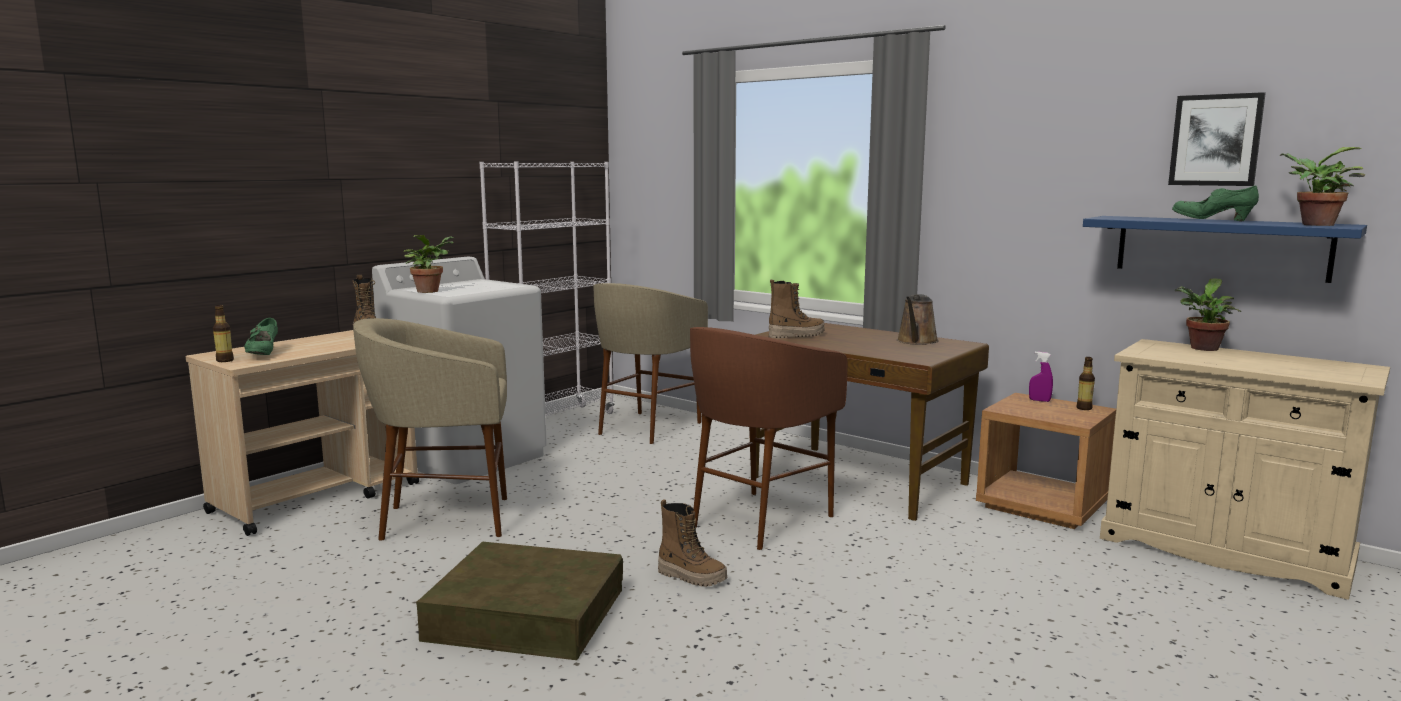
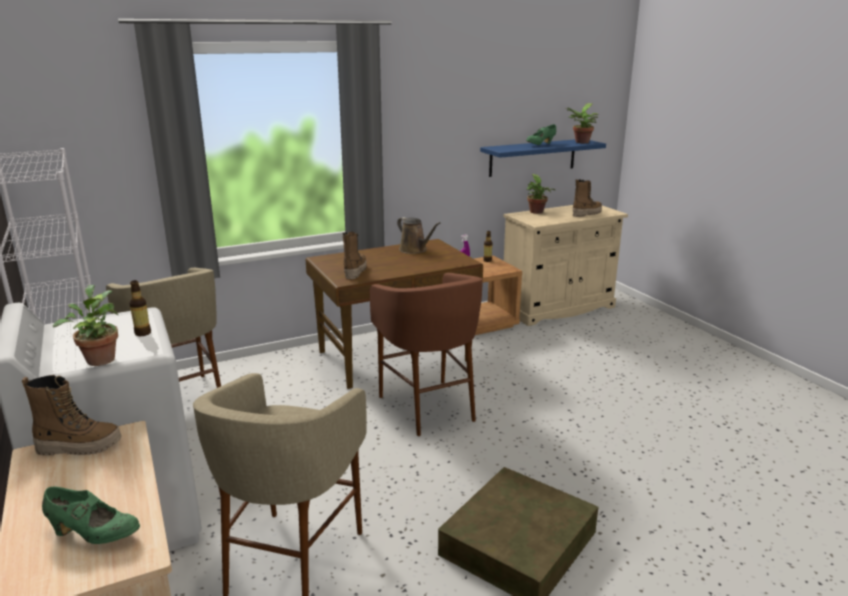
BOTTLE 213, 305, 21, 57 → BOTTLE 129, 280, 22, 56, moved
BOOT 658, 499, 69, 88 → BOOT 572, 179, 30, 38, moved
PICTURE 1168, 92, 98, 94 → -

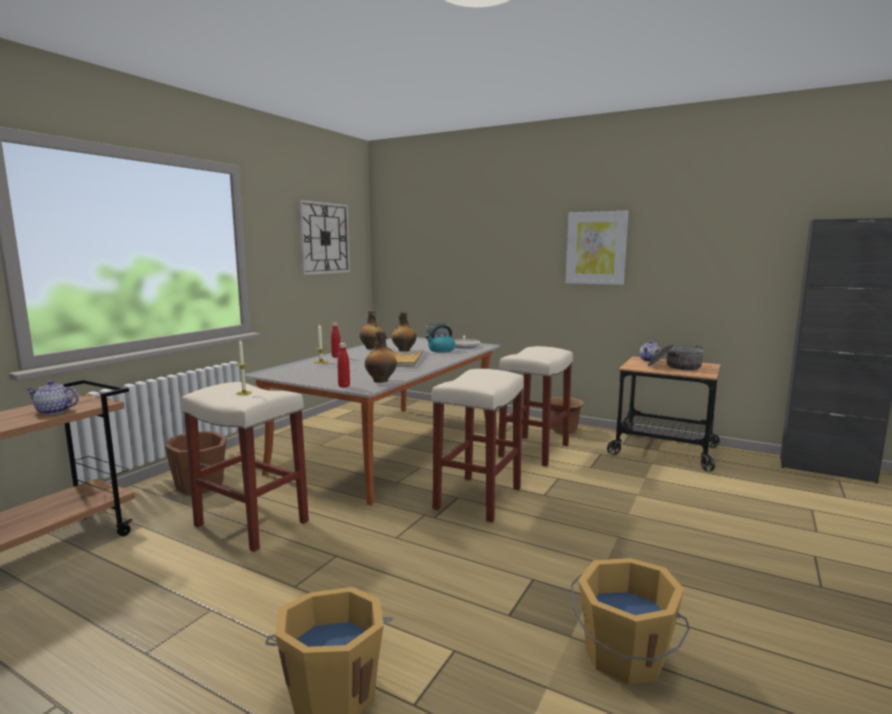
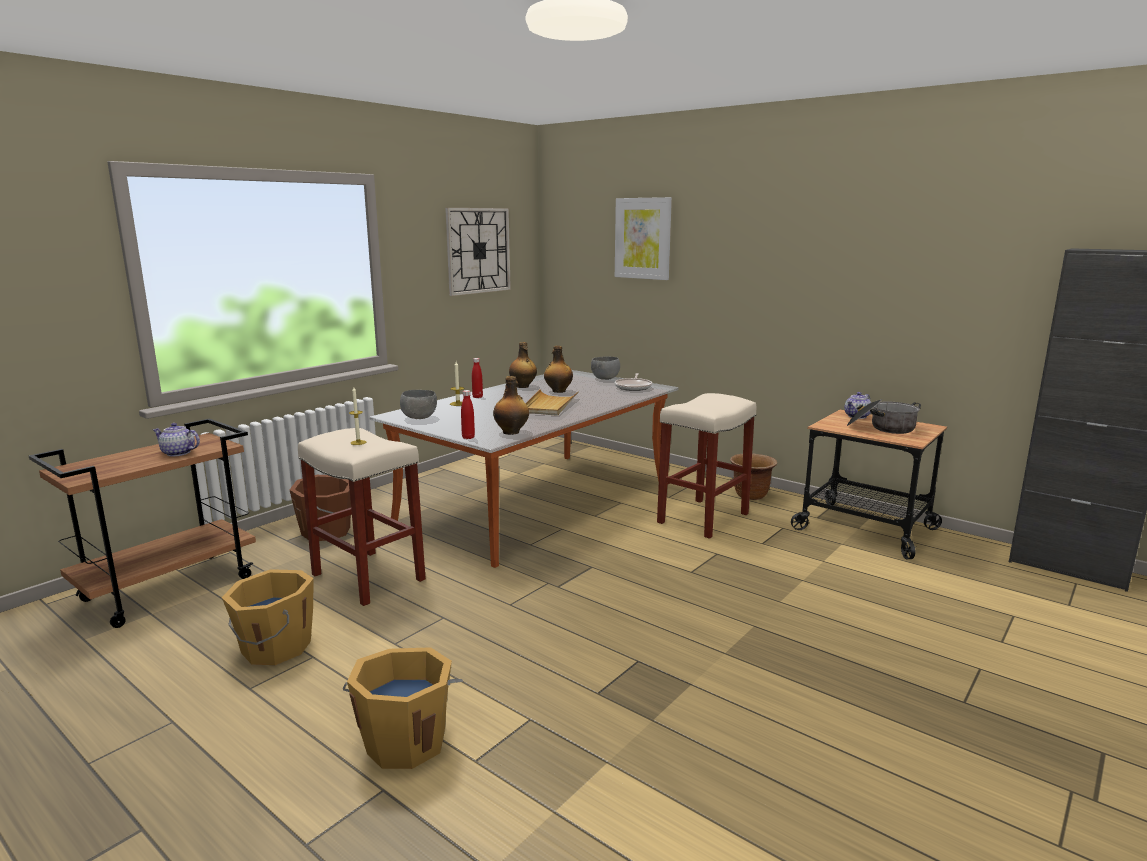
KETTLE 425, 325, 30, 28 → -
BEIGE STOOL 432, 369, 92, 154 → -
PICTURE 566, 211, 62, 74 → PICTURE 615, 197, 57, 83, moved
ORANGE BUCKET 571, 558, 119, 126 → ORANGE BUCKET 222, 569, 92, 96, moved
- → GREY BOWL 400, 390, 37, 29

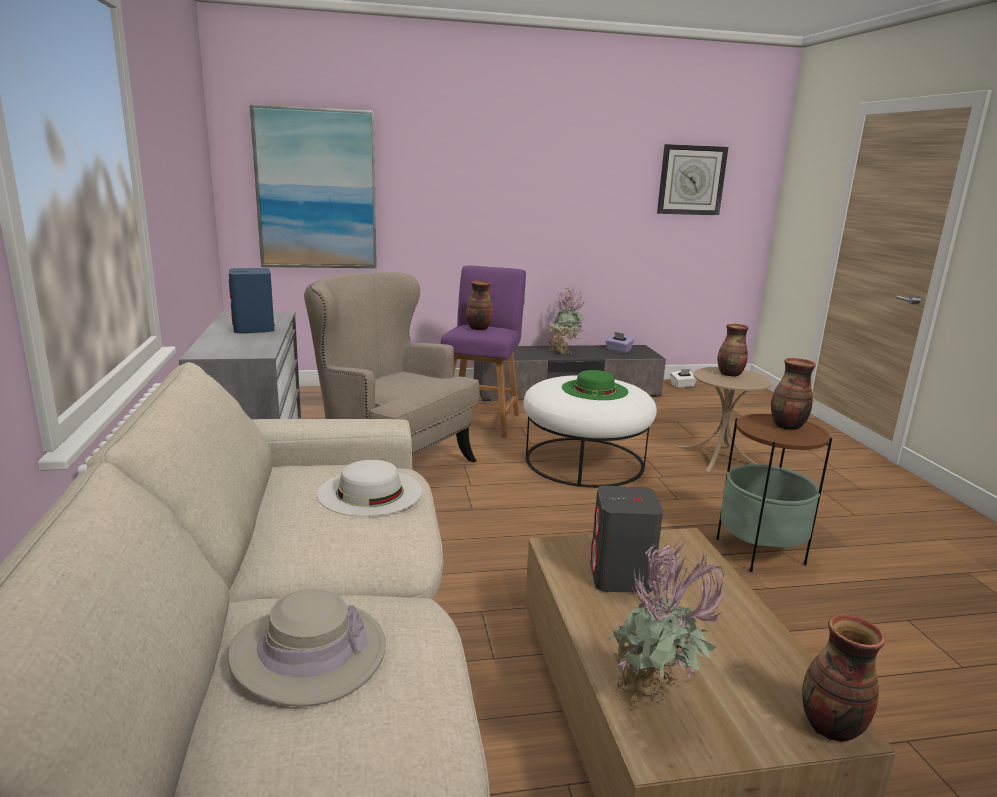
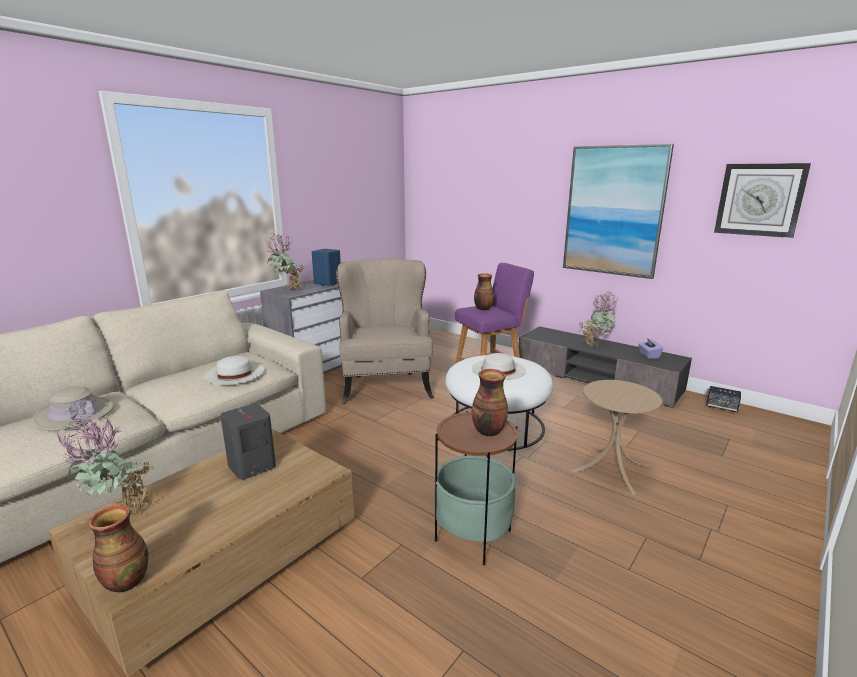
PICTURE 250, 104, 127, 164 → PICTURE 563, 144, 111, 135, moved
GREEN HAT 562, 370, 66, 30 → WHITE HAT 472, 353, 54, 27
WHITE TISSUE BOX 670, 369, 27, 19 → SPEAKER 706, 386, 35, 26
VASE 718, 324, 31, 53 → -
- → POTTED PLANT 265, 232, 40, 57

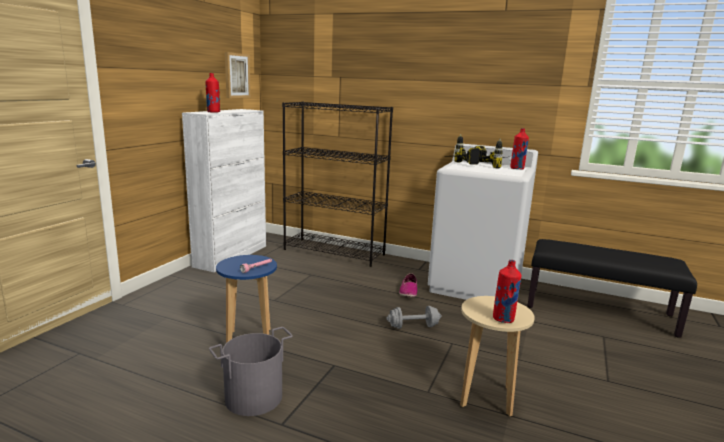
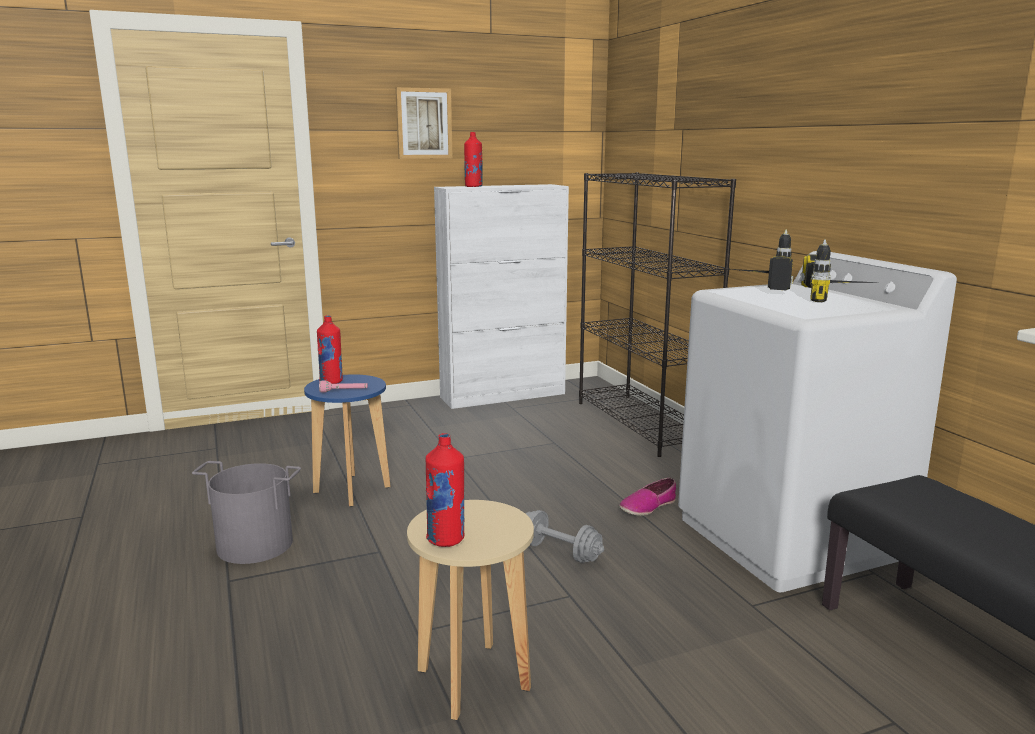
PICTURE 225, 52, 26, 46 → PICTURE 395, 87, 57, 72, moved
RED BOTTLE 510, 128, 19, 42 → RED BOTTLE 317, 315, 26, 69, moved

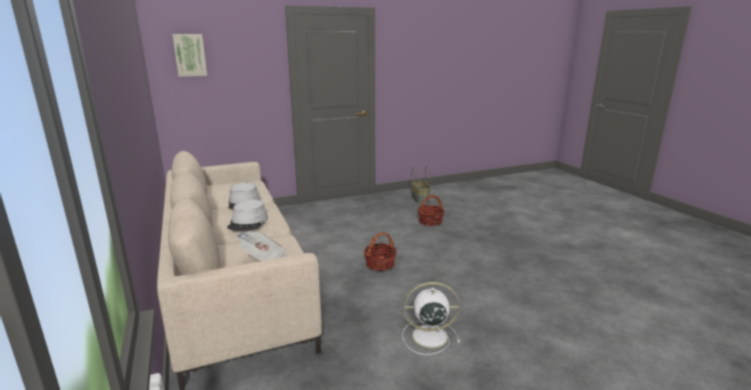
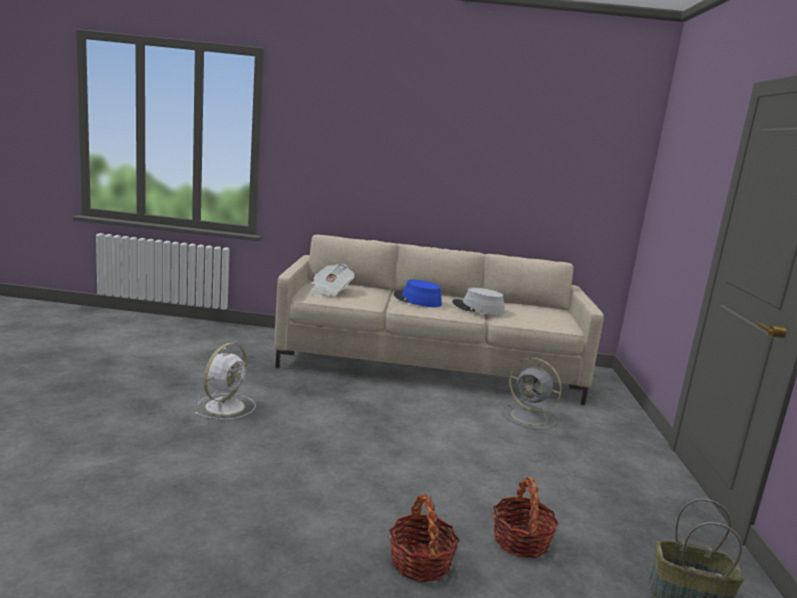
PICTURE 172, 34, 35, 43 → -
GREY HAT 227, 200, 41, 31 → BLUE HAT 394, 280, 48, 27
BASKET 364, 232, 33, 39 → BASKET 389, 494, 70, 88, moved
- → GREY FAN 502, 358, 60, 72

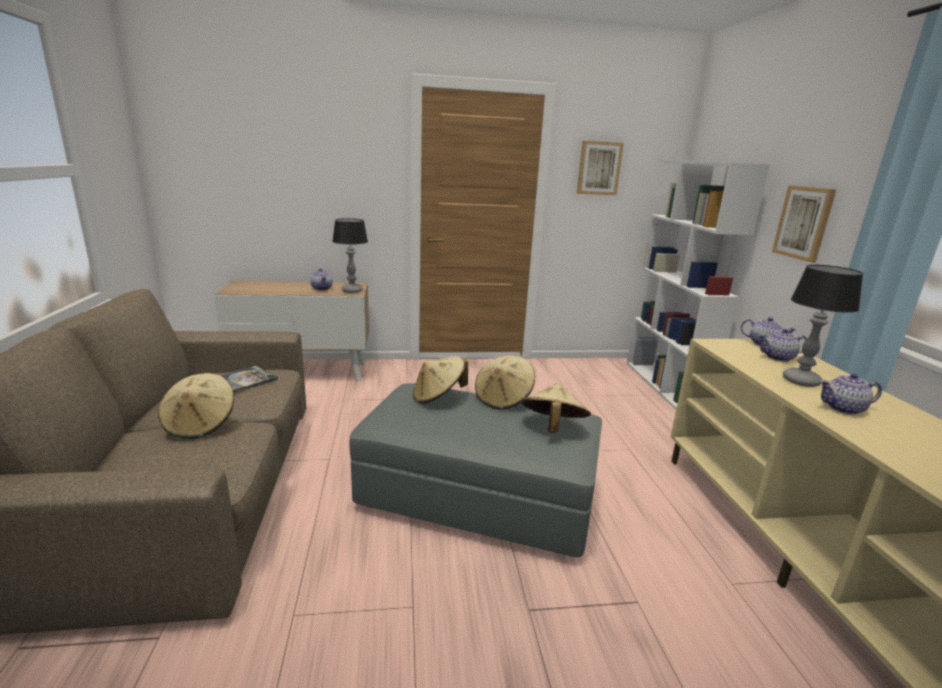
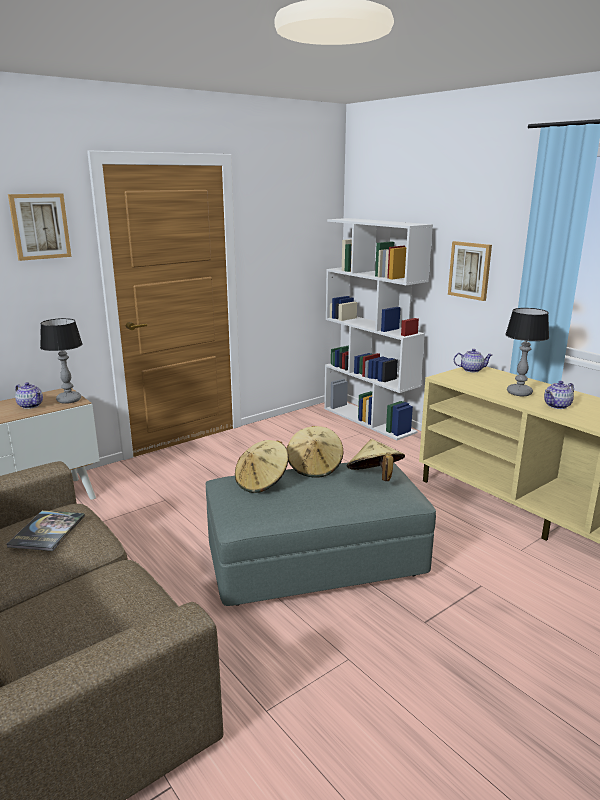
BEIGE HAT 158, 373, 76, 66 → -
PICTURE 577, 141, 47, 54 → PICTURE 8, 193, 63, 68, moved
TEAPOT 758, 329, 49, 33 → -

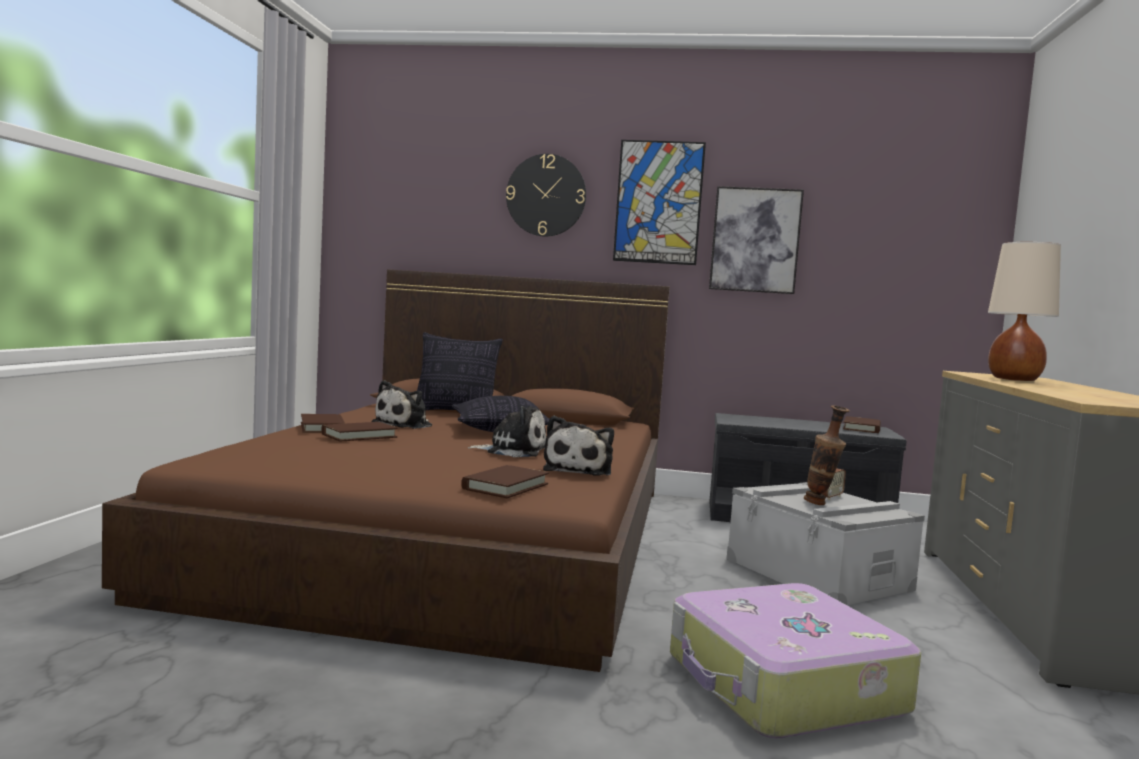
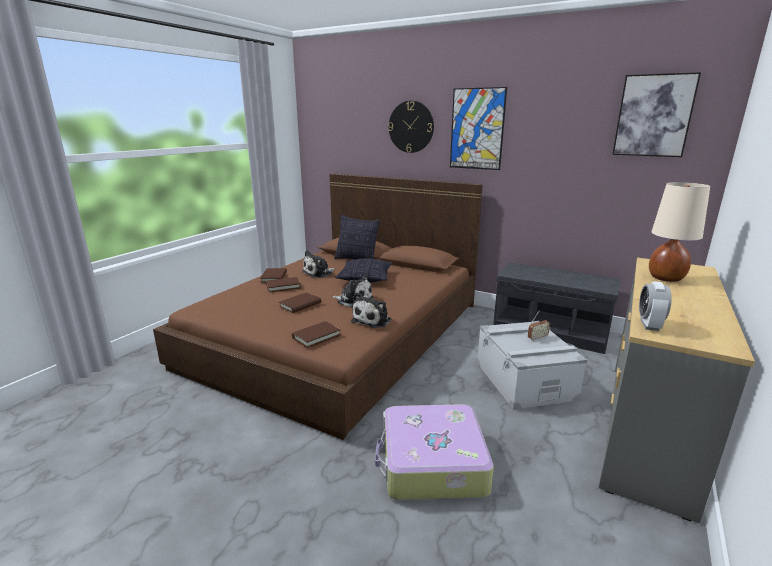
PICTURE 709, 186, 95, 108 → PICTURE 612, 72, 89, 85, moved
VASE 804, 405, 46, 100 → -
BROWN BOOK 843, 416, 38, 17 → BROWN BOOK 279, 292, 42, 21, moved
- → ALARM CLOCK 639, 281, 33, 50

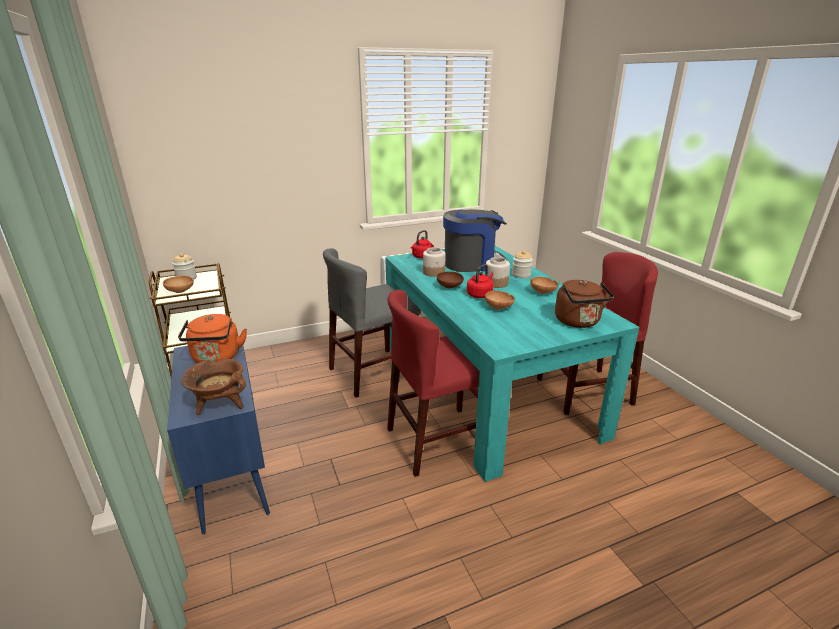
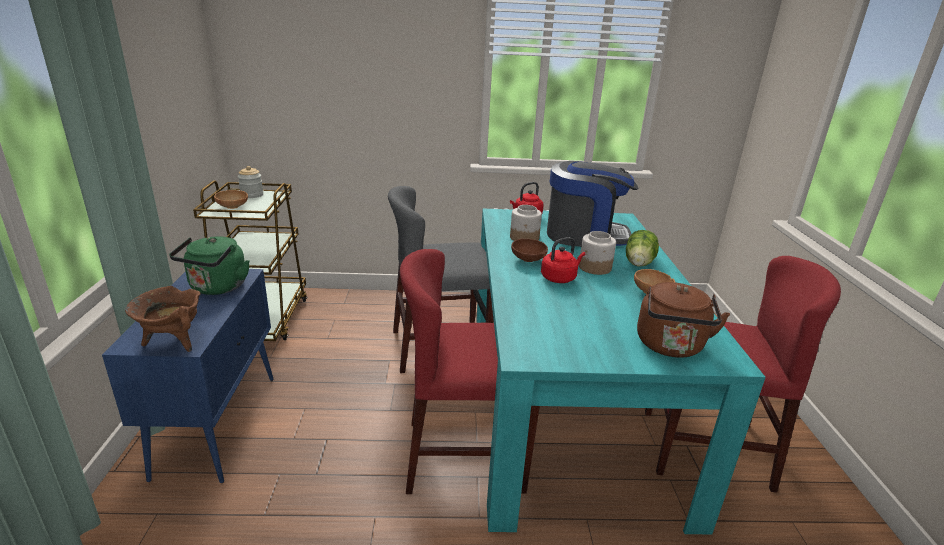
ORANGE KETTLE 178, 314, 69, 49 → GREEN KETTLE 169, 236, 81, 59
BROWN BOWL 485, 291, 30, 19 → -
JAR 512, 250, 21, 29 → LETTUCE 626, 230, 33, 37

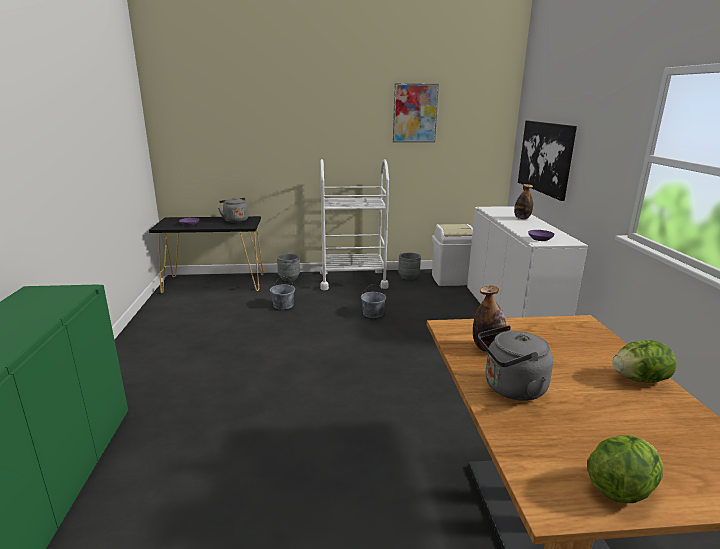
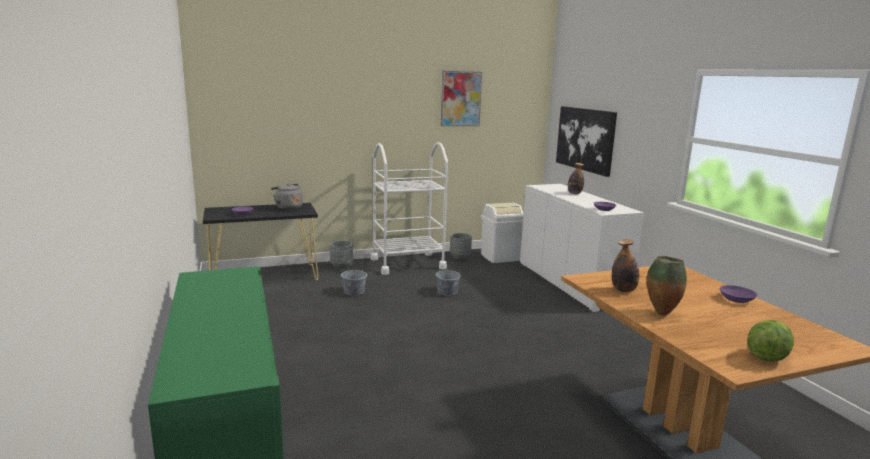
GREY KETTLE 478, 325, 75, 76 → VASE 646, 256, 41, 59
LETTUCE 612, 340, 65, 43 → PURPLE BOWL 720, 285, 37, 18

